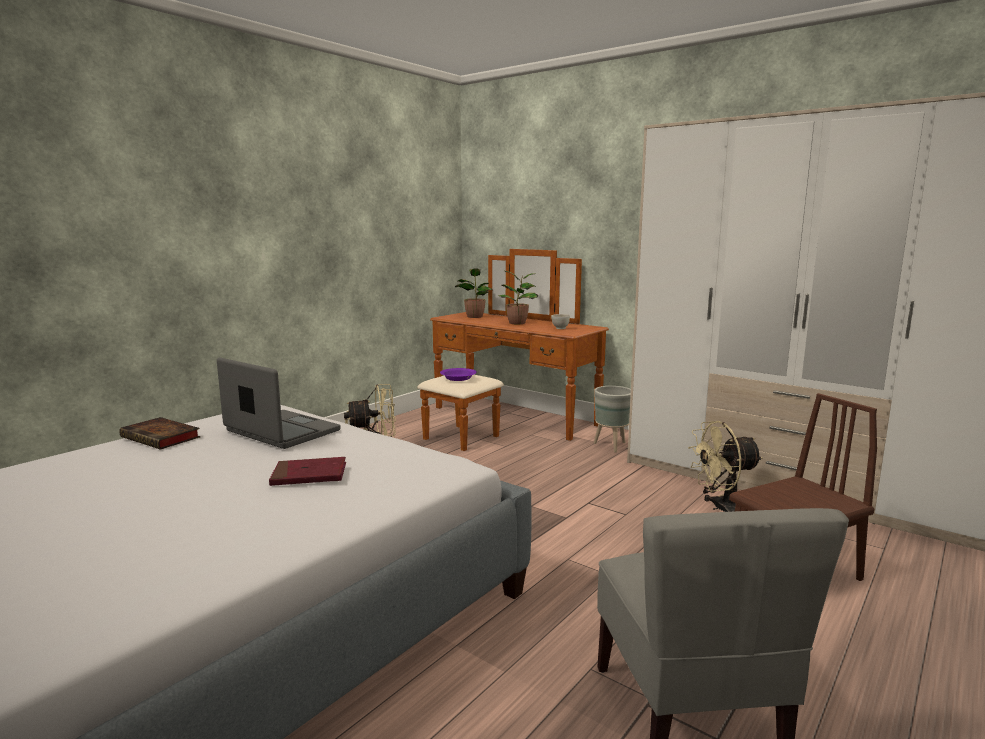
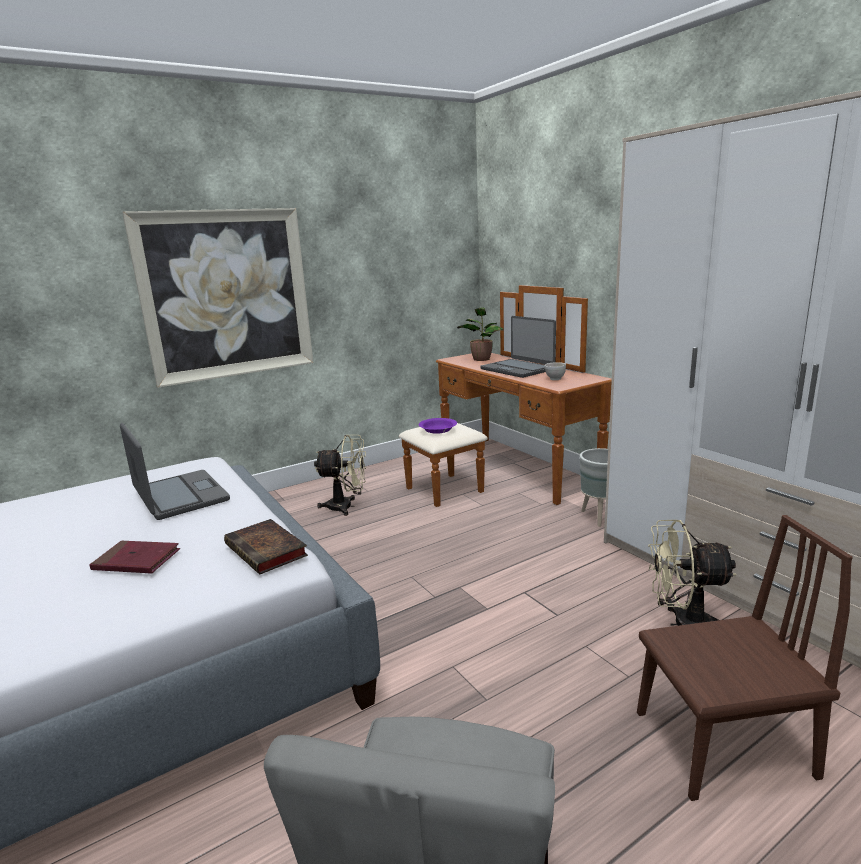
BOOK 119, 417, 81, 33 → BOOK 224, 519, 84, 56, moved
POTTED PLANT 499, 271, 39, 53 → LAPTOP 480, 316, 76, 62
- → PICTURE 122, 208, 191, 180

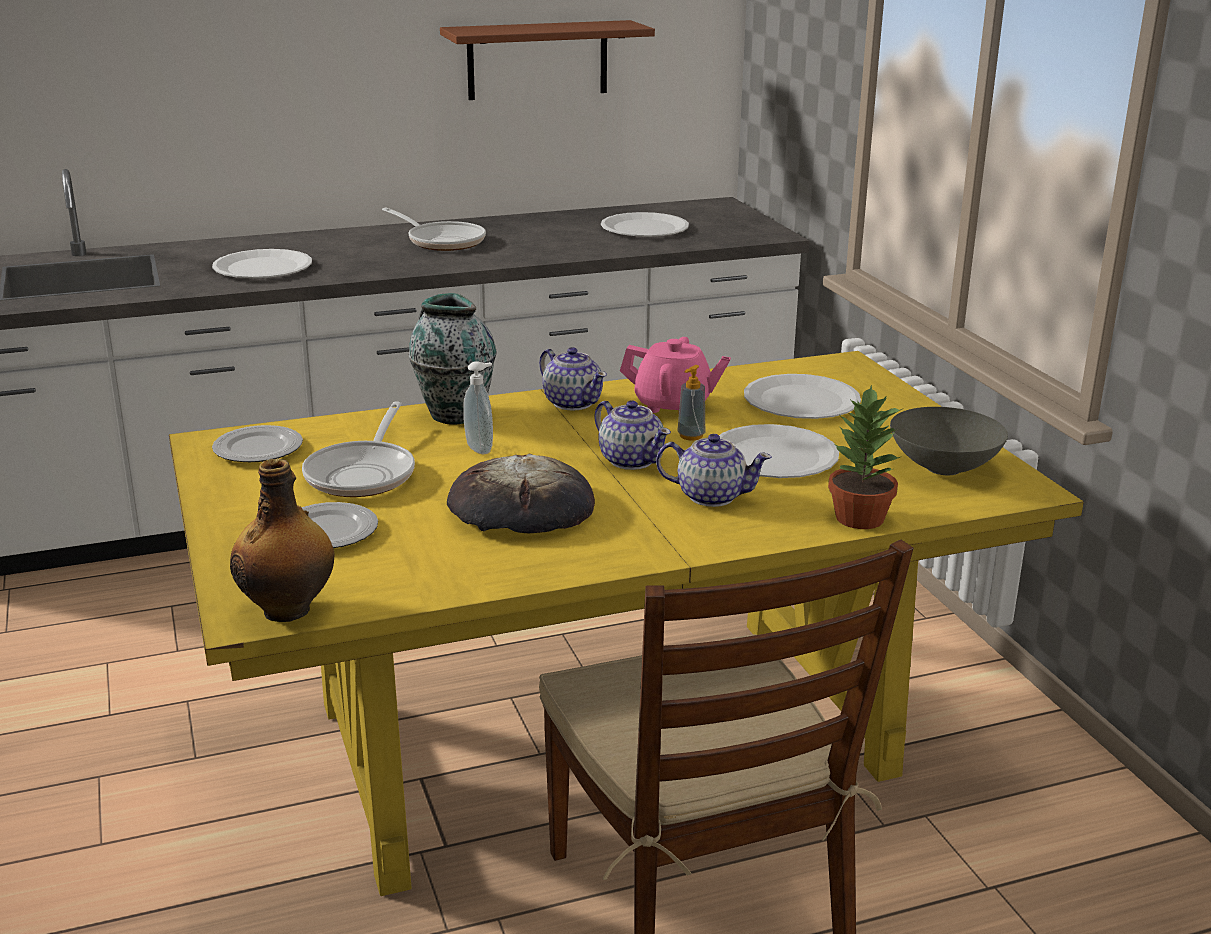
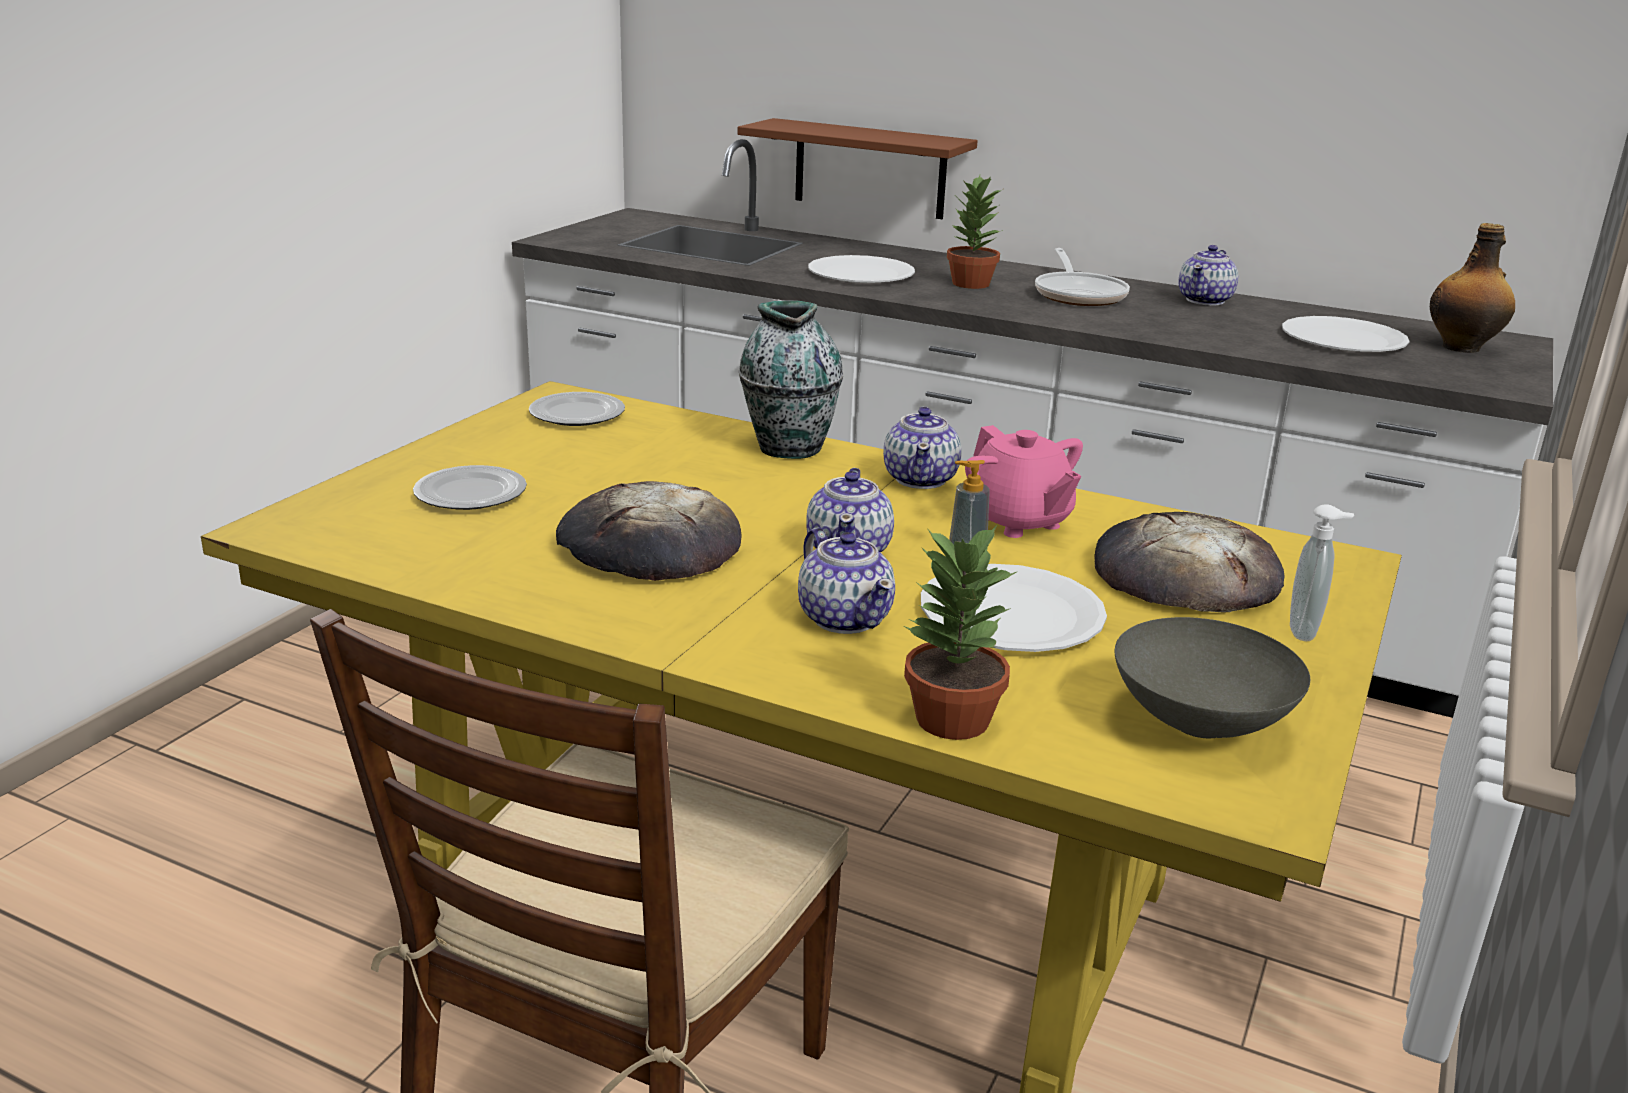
BOTTLE 230, 458, 105, 164 → BOTTLE 1430, 223, 85, 130, moved
FRYING PAN 302, 401, 113, 96 → -
BROWN SHELF 440, 20, 215, 80 → BROWN SHELF 738, 118, 240, 101, moved
SOAP DISPENSER 463, 361, 30, 93 → SOAP DISPENSER 1290, 504, 64, 137, moved
WHITE PLATE 744, 374, 117, 45 → BREAD 1094, 512, 191, 101
- → POTTED PLANT 947, 175, 56, 114
- → TEAPOT 1179, 245, 60, 61

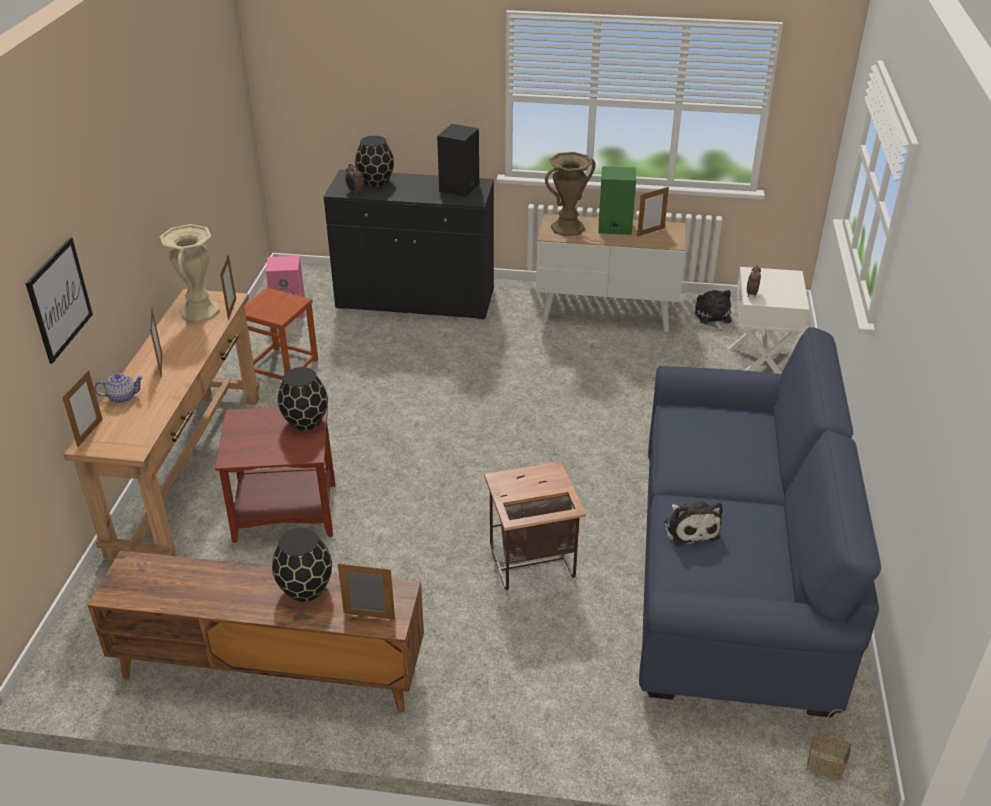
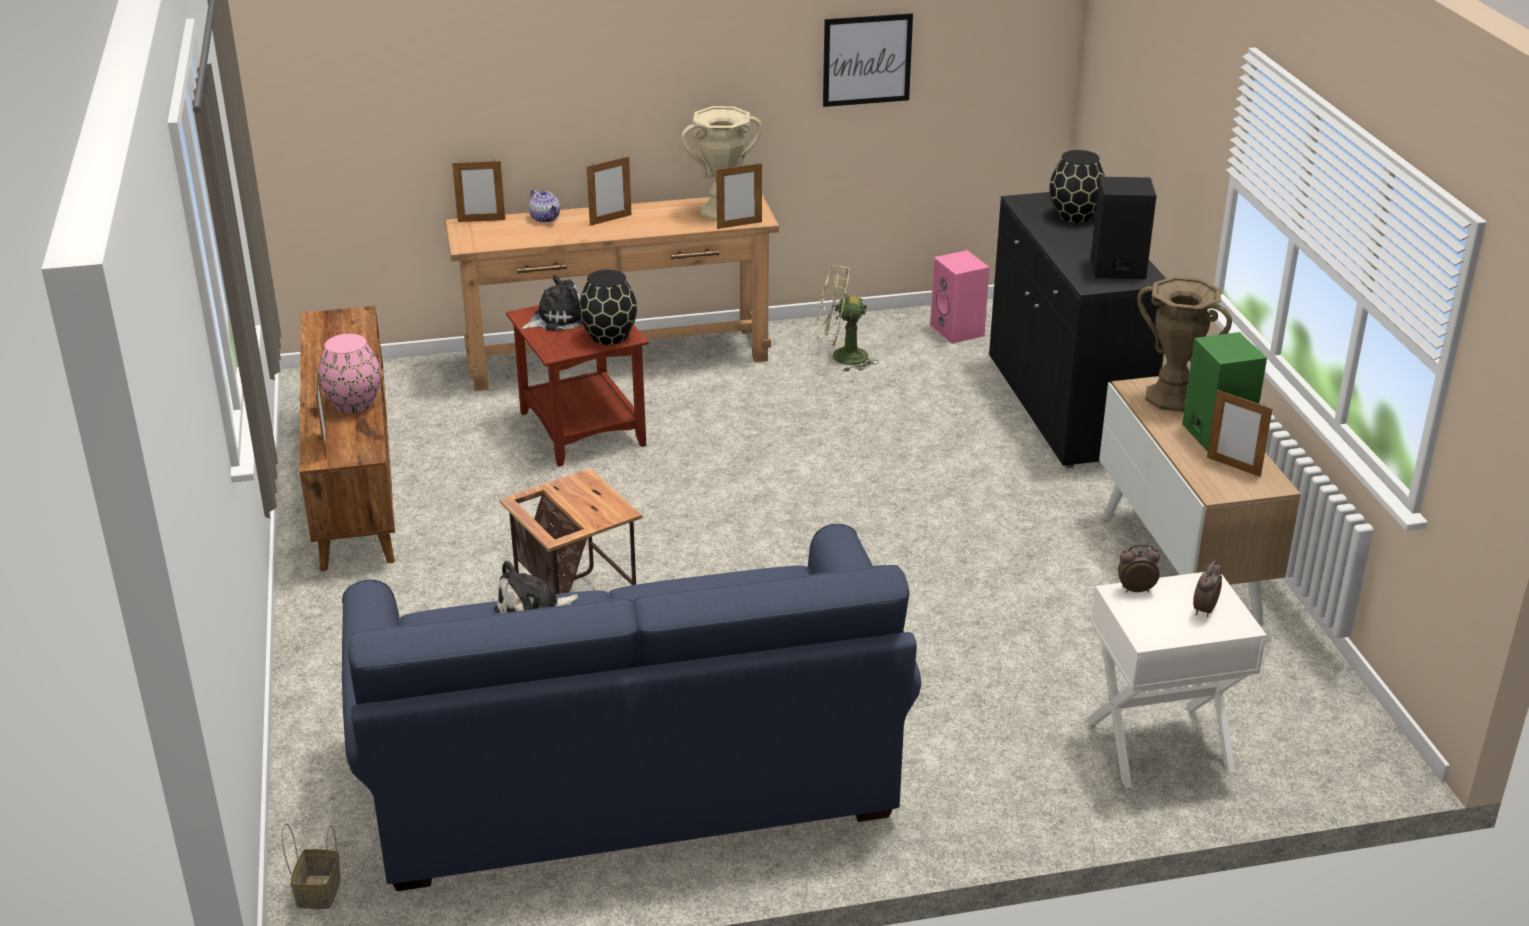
PICTURE 25, 237, 68, 127 → PICTURE 823, 13, 90, 94, moved
BROWN STOOL 244, 288, 74, 92 → GREEN FAN 817, 265, 62, 107
BLACK VASE 272, 528, 60, 74 → PINK VASE 318, 334, 63, 79
ALARM CLOCK 345, 164, 19, 31 → ALARM CLOCK 1193, 561, 29, 56, moved
PLUSH TOY 695, 290, 37, 42 → PLUSH TOY 521, 275, 62, 56, moved

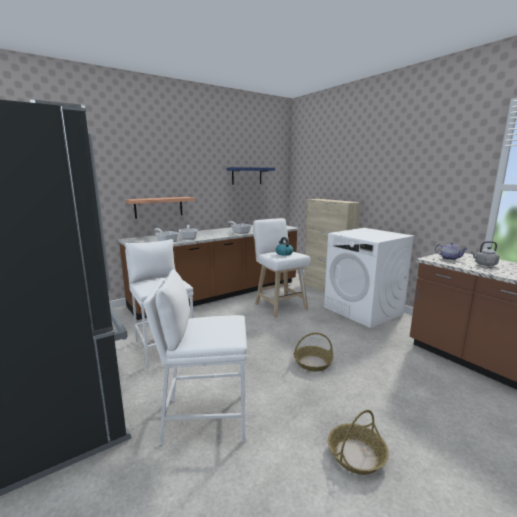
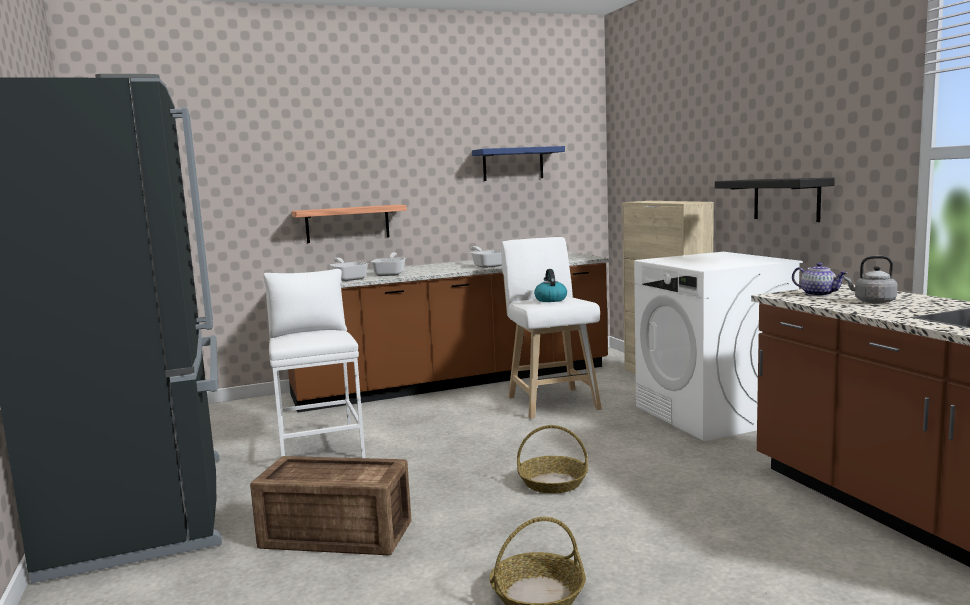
WHITE STOOL 143, 269, 104, 176 → CRATE 250, 456, 161, 99
- → BLACK SHELF 715, 178, 120, 44

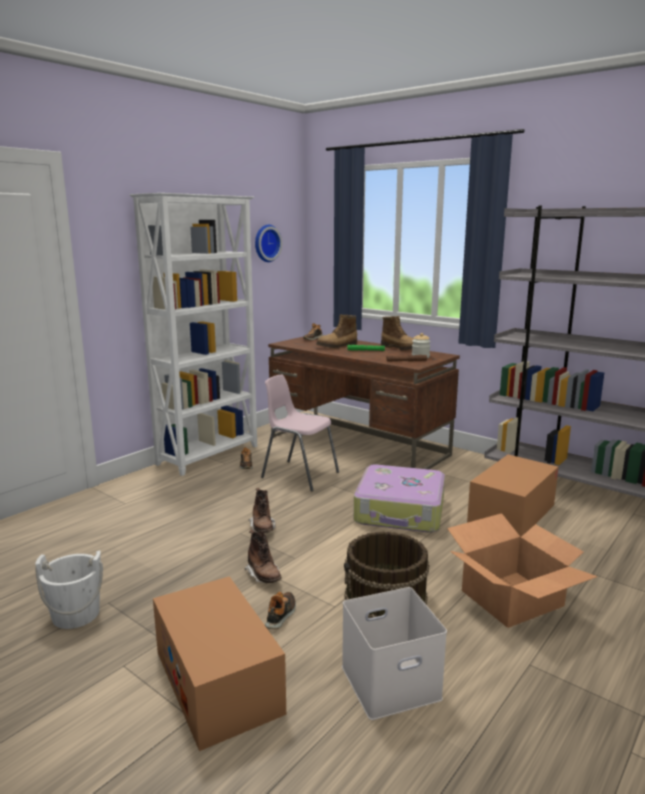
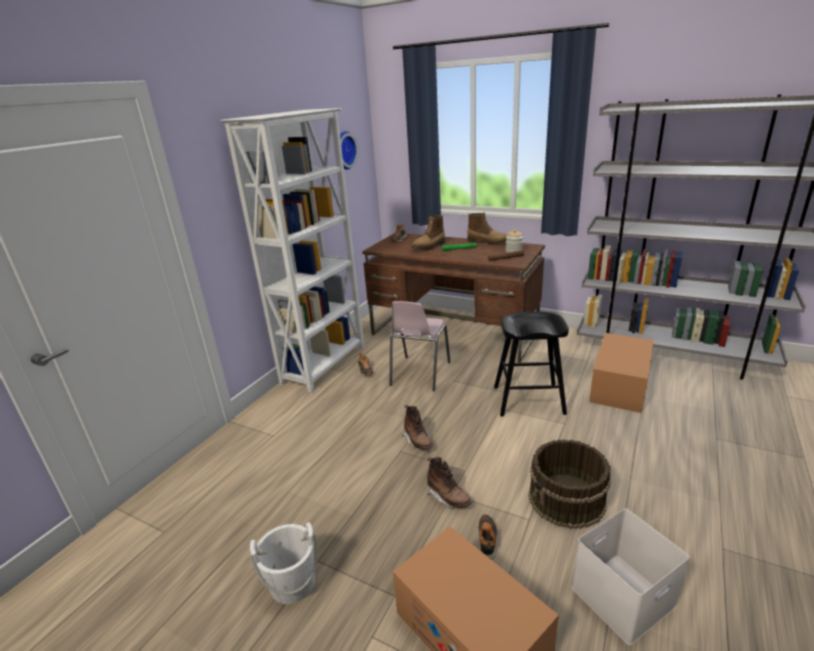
PINK CHAIR 261, 375, 78, 117 → PINK CHAIR 390, 301, 61, 91, 90 degrees counterclockwise
SUITCASE 354, 464, 91, 69 → BLACK STOOL 494, 311, 75, 106
CARDBOARD BOX 447, 513, 151, 115 → -

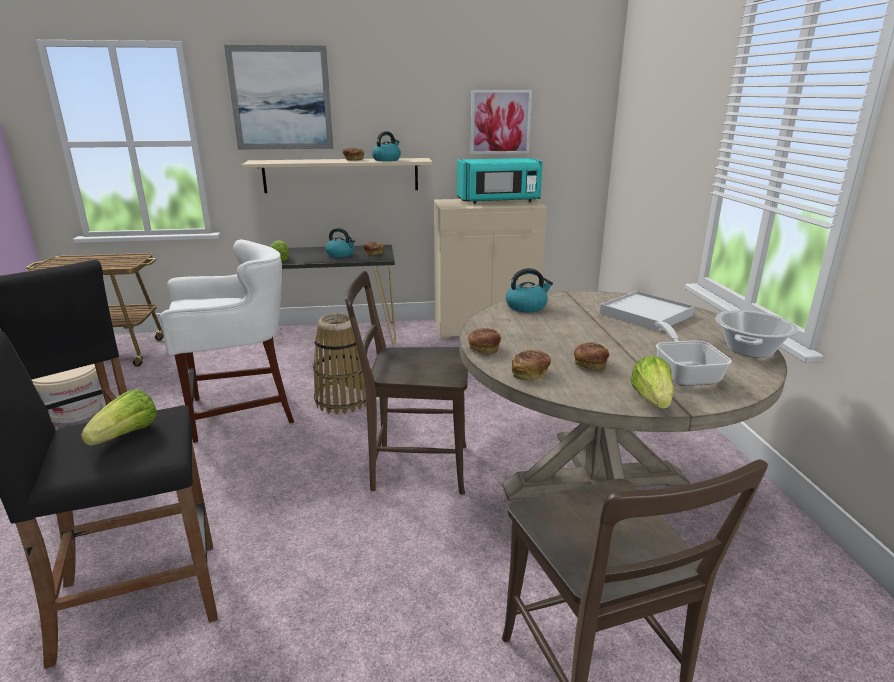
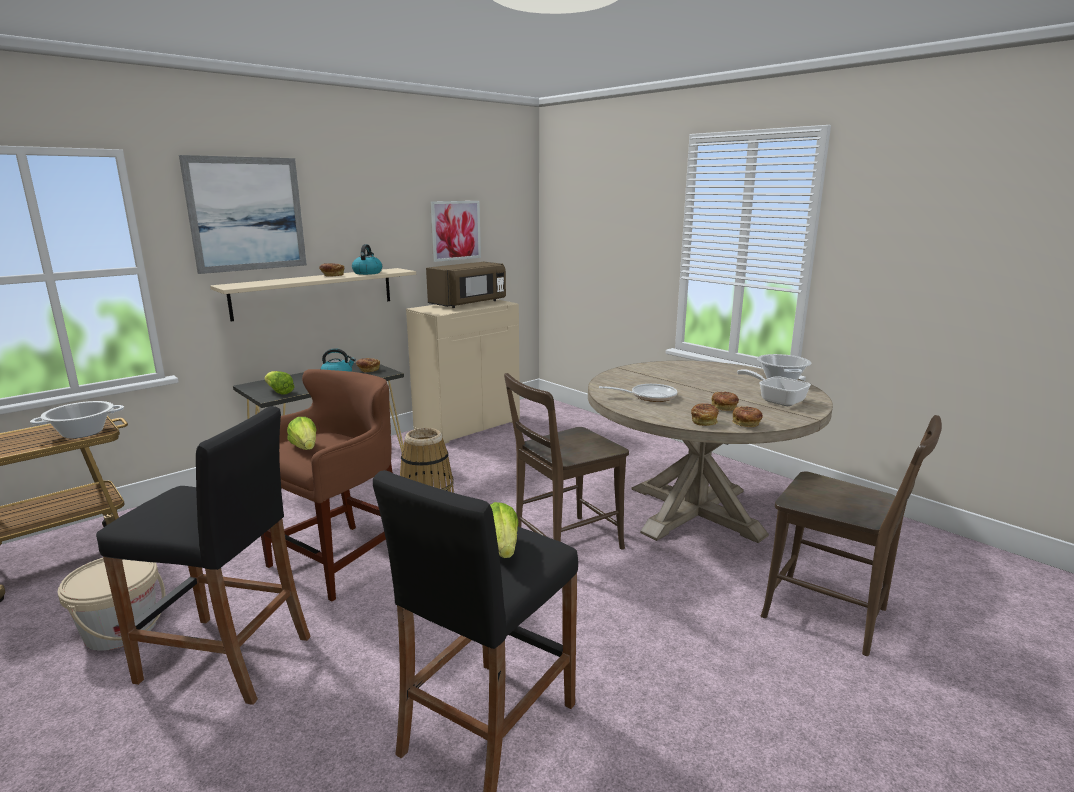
WHITE STOOL 160, 239, 134, 204 → BROWN STOOL 261, 369, 132, 233
TURQUOISE MICROWAVE 457, 158, 86, 46 → BROWN MICROWAVE 426, 262, 80, 46
BREAD 468, 328, 33, 26 → BREAD 732, 406, 31, 21, moved
KETTLE 506, 268, 47, 44 → -
WHITE TRAY 600, 291, 95, 41 → -
LETTUCE 631, 356, 43, 52 → LETTUCE 287, 417, 30, 33, moved
- → COOKING POT 30, 401, 94, 37
- → FRYING PAN 599, 384, 78, 18

